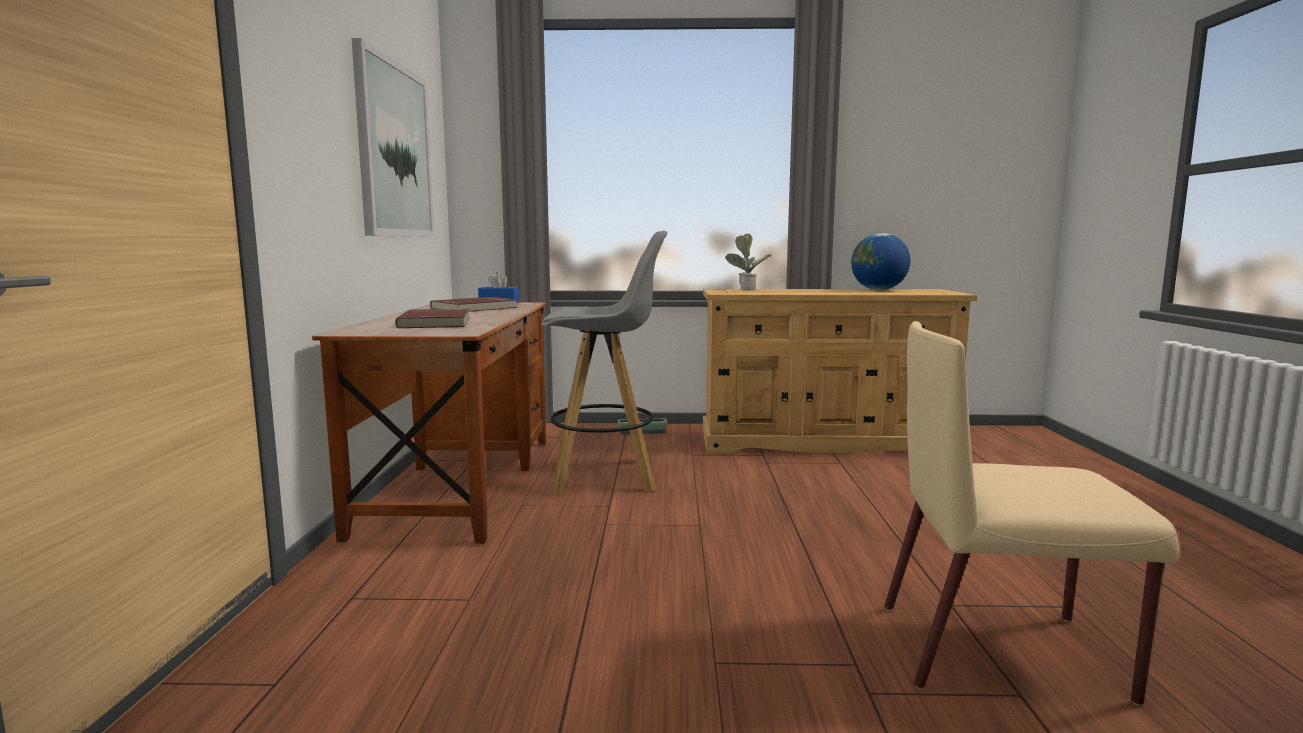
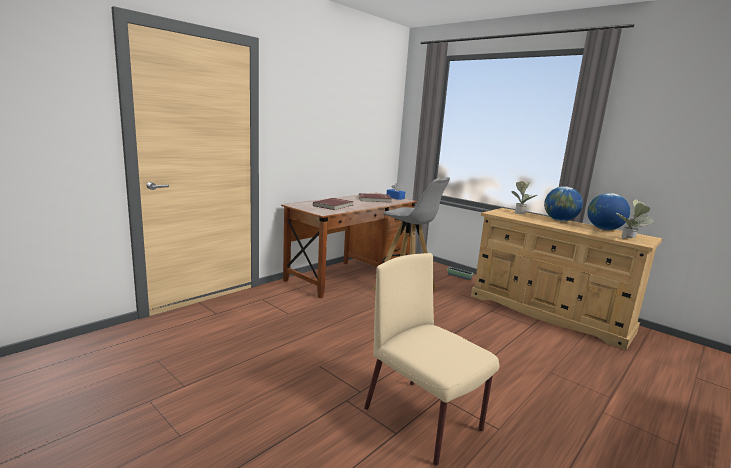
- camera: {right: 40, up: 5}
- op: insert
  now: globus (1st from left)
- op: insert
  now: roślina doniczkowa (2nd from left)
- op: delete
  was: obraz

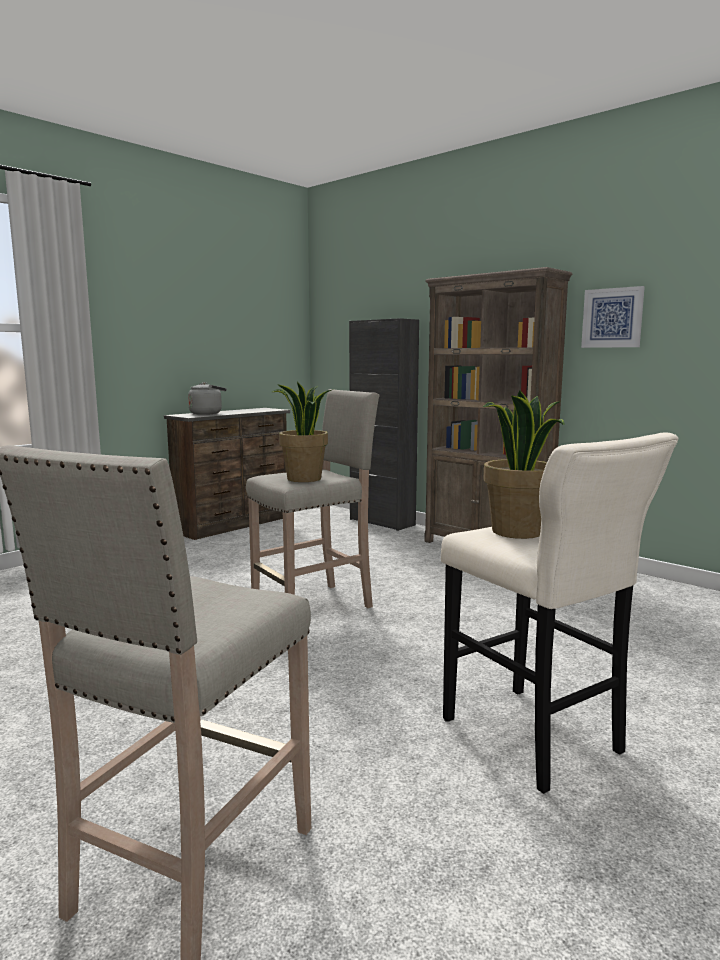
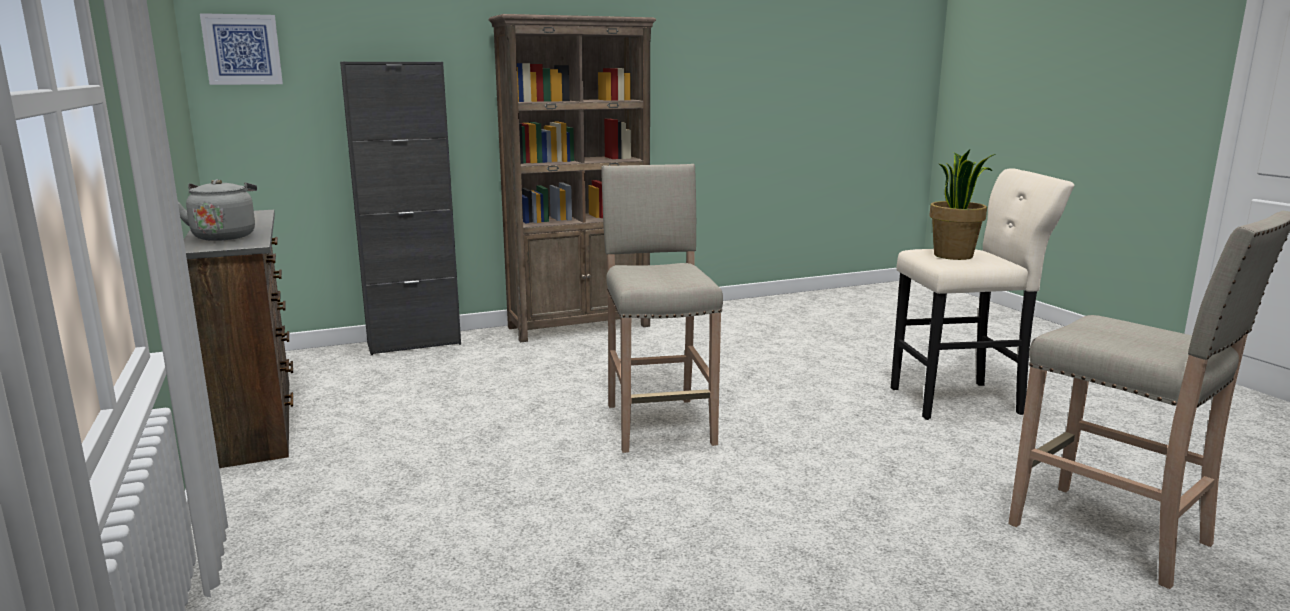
- camera: {right: -65, up: 5}
- op: move
  was: obraz
- op: delete
  was: roślina doniczkowa (1st from left)

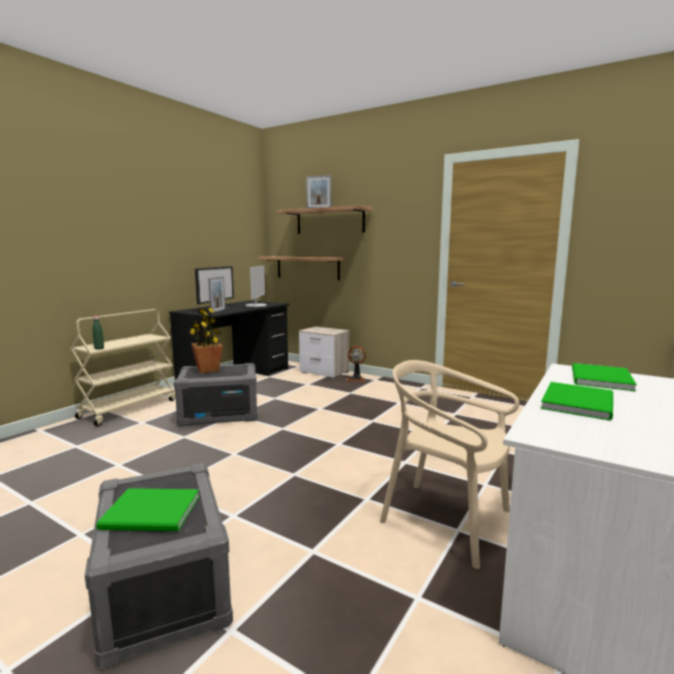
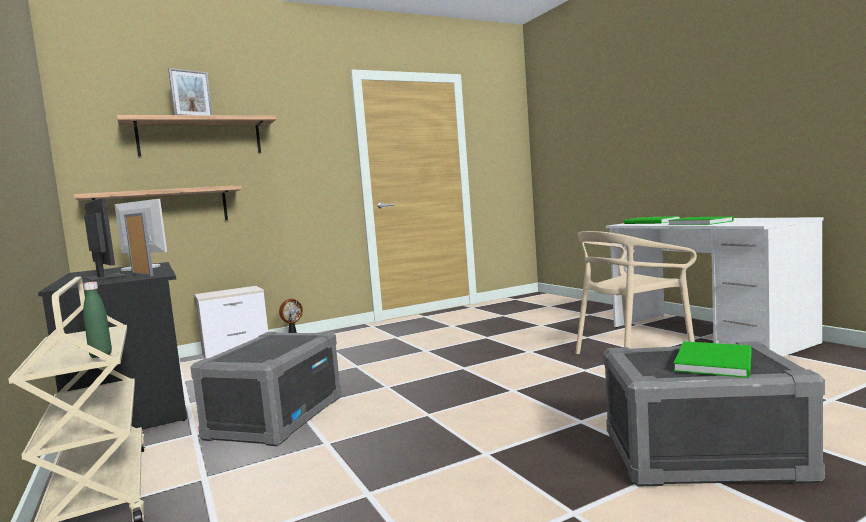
- camera: {right: -60, up: -5}
- op: delete
  was: roślina doniczkowa

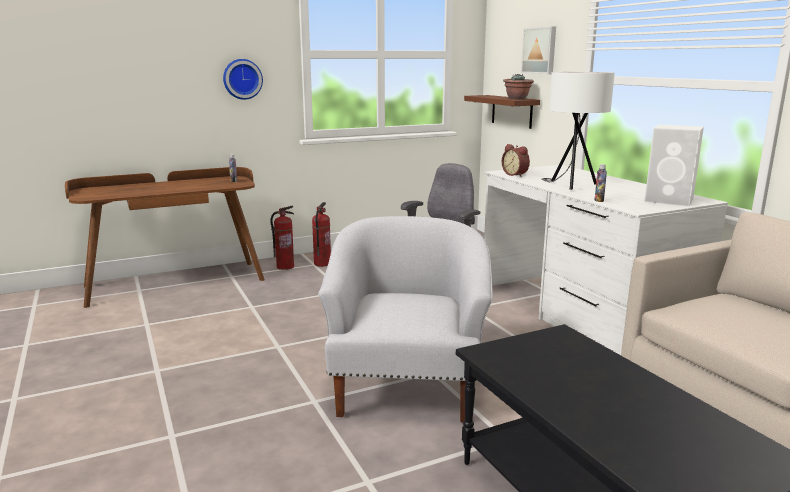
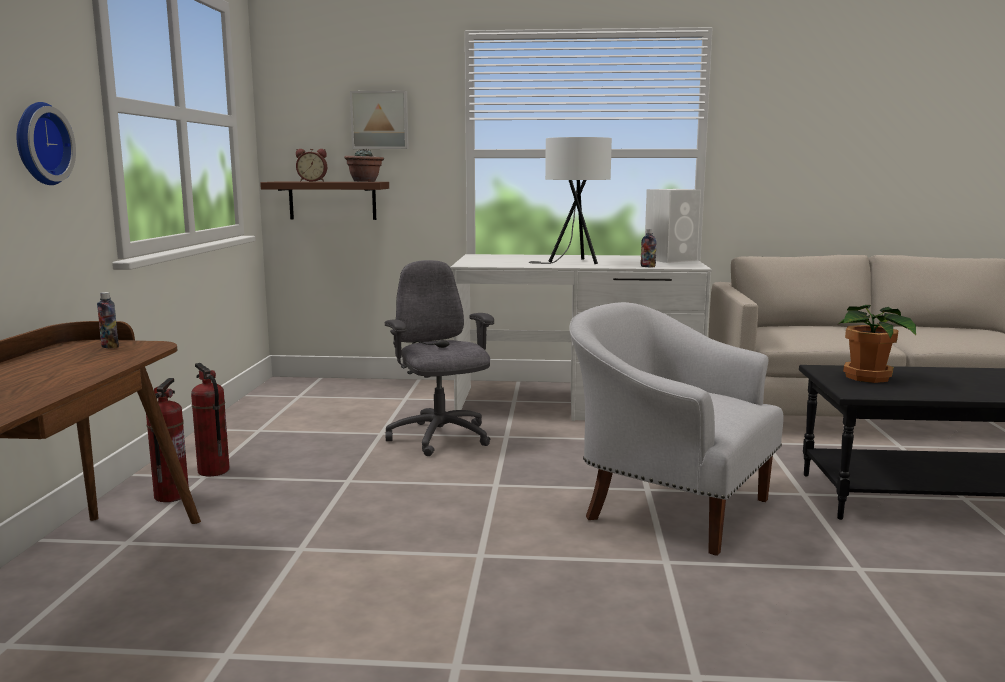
- camera: {right: -60, up: -5}
- op: move
  was: budzik
- op: insert
  now: roślina doniczkowa (2nd from left)

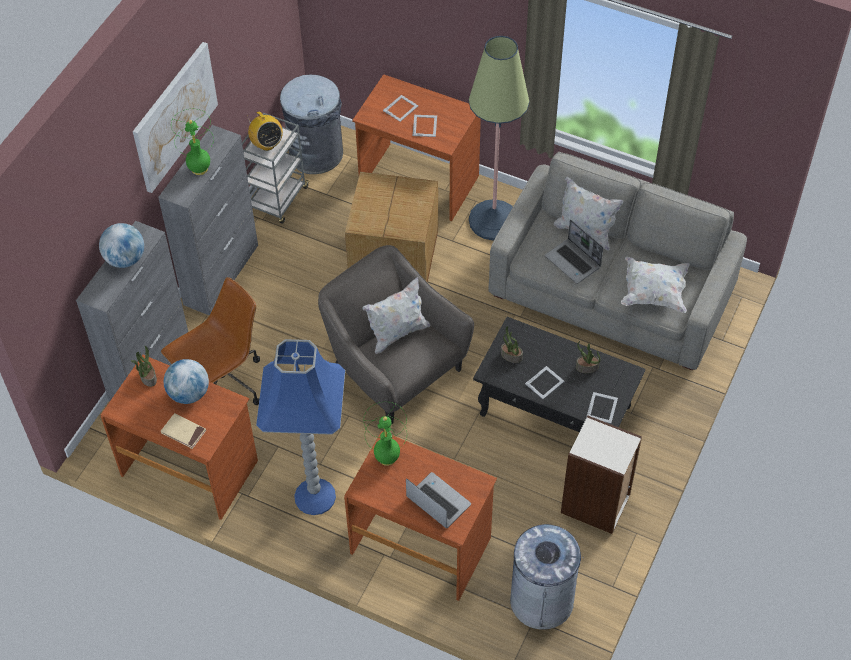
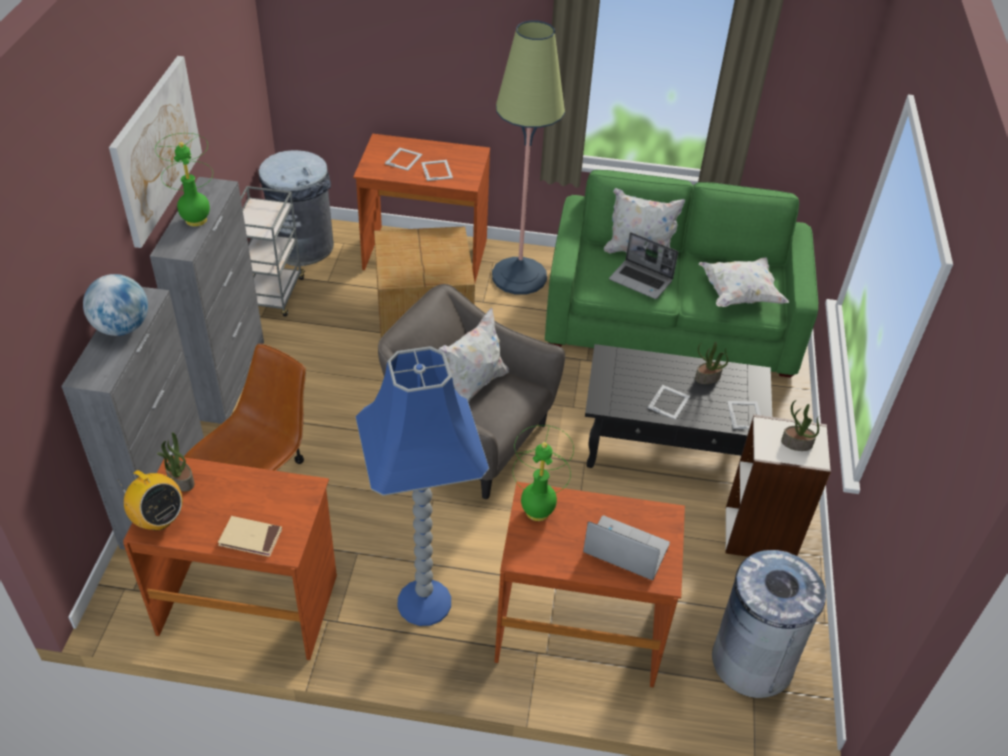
- camera: {right: -20, up: -10}
- op: move
  was: radio
- op: recolor
  was: kanapa/szary
  now: kanapa/zielony
- op: move
  was: roślina doniczkowa (2nd from left in the first image)
  now: roślina doniczkowa (3rd from left)
- op: delete
  was: globus (2nd from left)

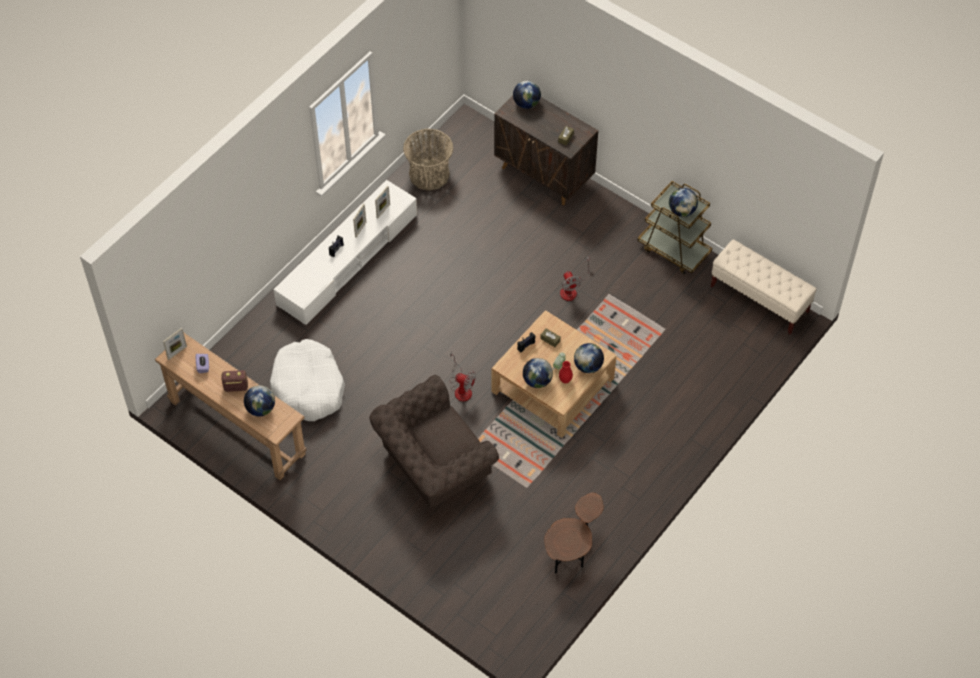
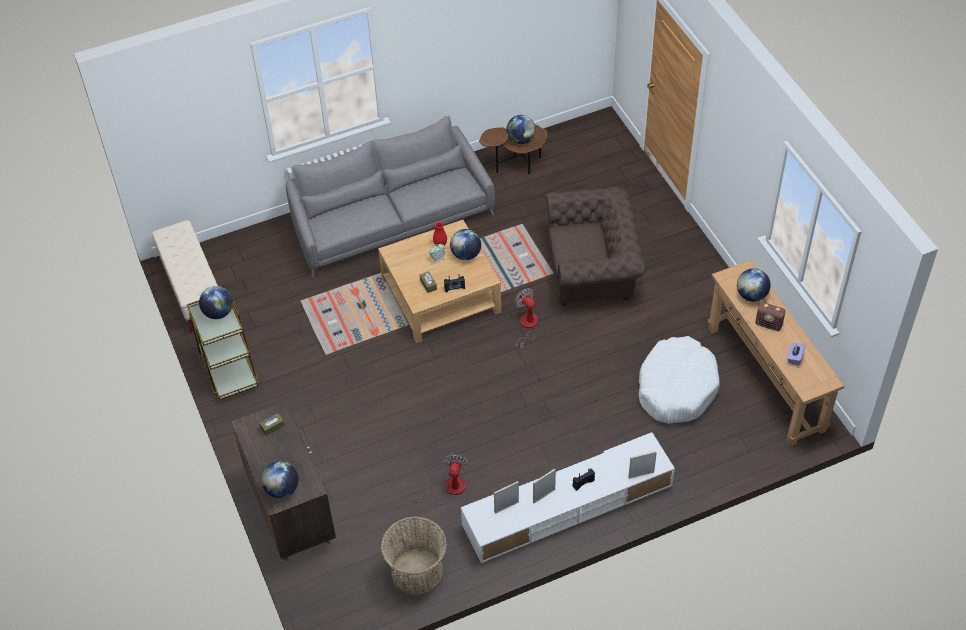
- camera: {right: -150, up: -5}
- op: insert
  now: kanapa/szary
- op: move
  was: wentylator (2nd from left in the first image)
  now: wentylator (1st from left)
- op: move
  was: globus (4th from left)
- op: move
  was: ramka na zdjęcie (1st from left in the first image)
  now: ramka na zdjęcie (3rd from left)

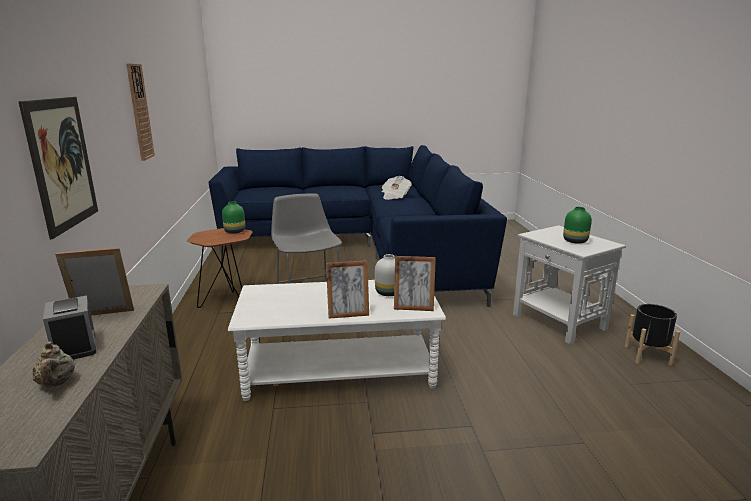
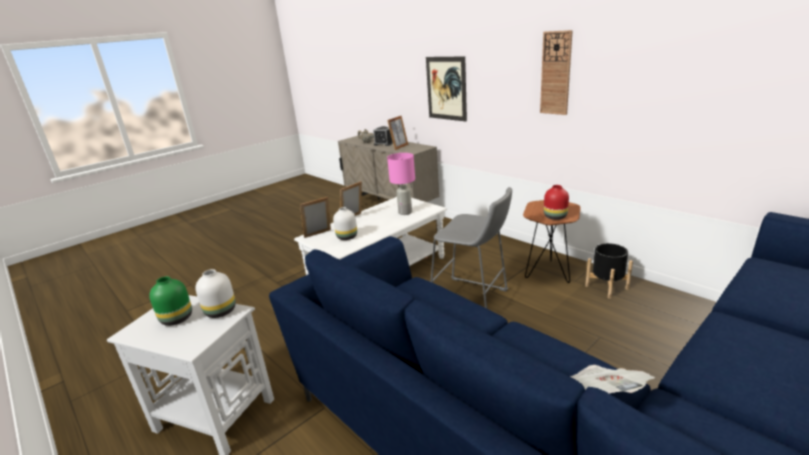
- camera: {right: 145, up: 5}
- op: insert
  now: wazon/biały (1st from left)
- op: insert
  now: lampa stołowa/różowy
- op: recolor
  was: wazon/zielony (1st from left)
  now: wazon/czerwony
- op: move
  was: donica/czarny

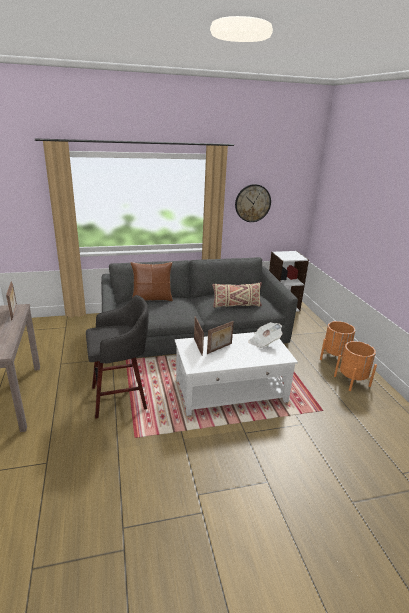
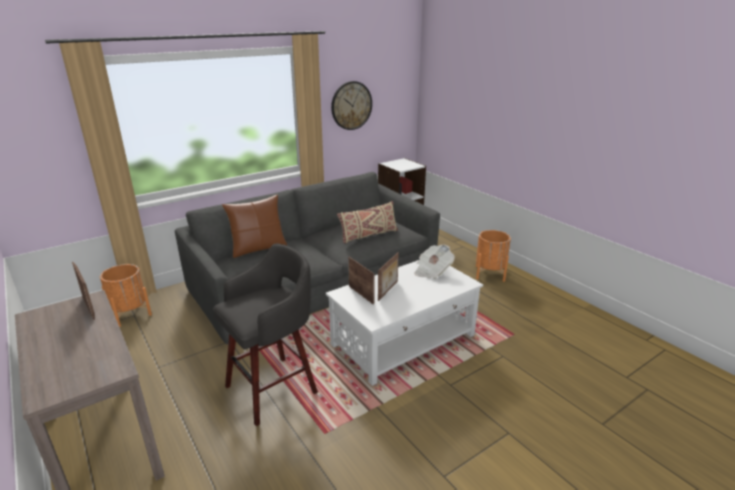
- camera: {right: -20, up: 0}
- op: move
  was: donica/pomarańczowy (2nd from left in the first image)
  now: donica/pomarańczowy (1st from left)

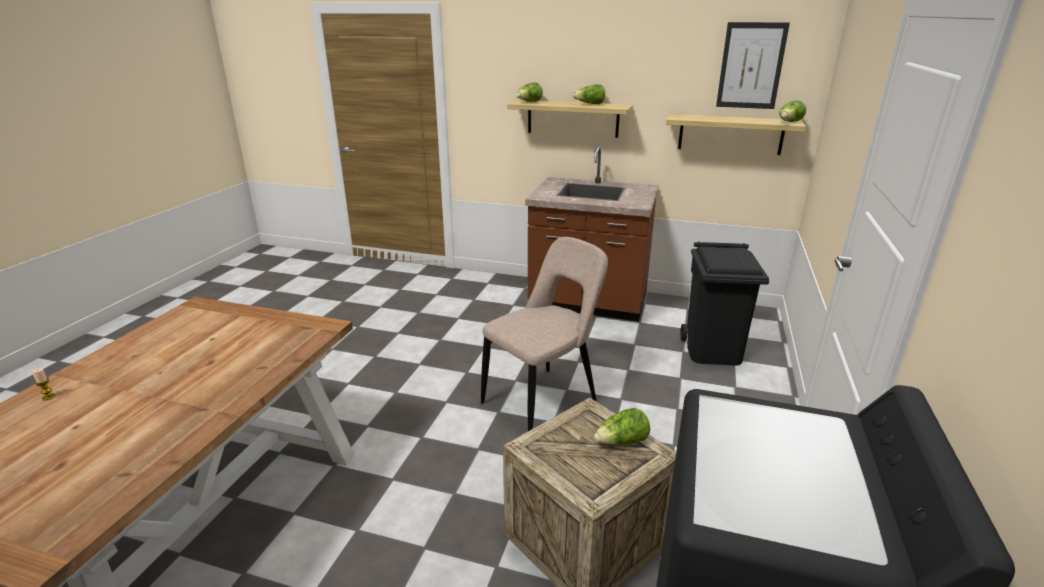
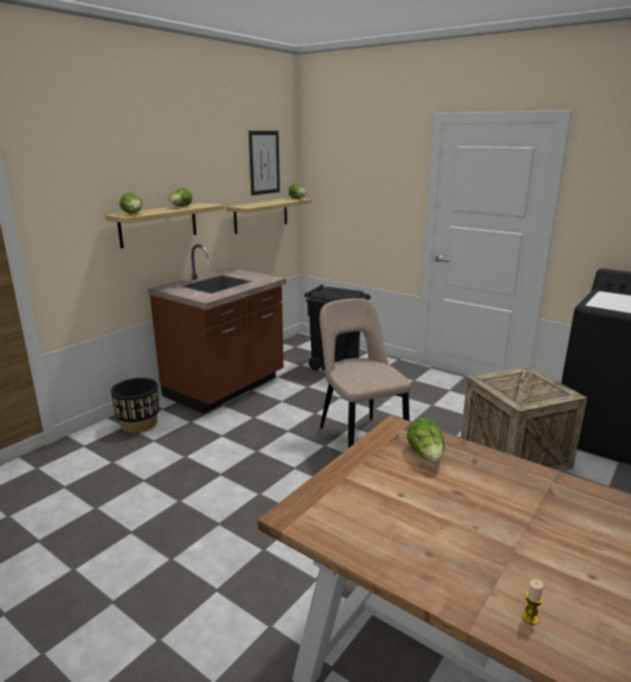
- camera: {right: -70, up: -5}
- op: insert
  now: donica/czarny
- op: move
  was: sałata (3rd from left in the first image)
  now: sałata (4th from left)

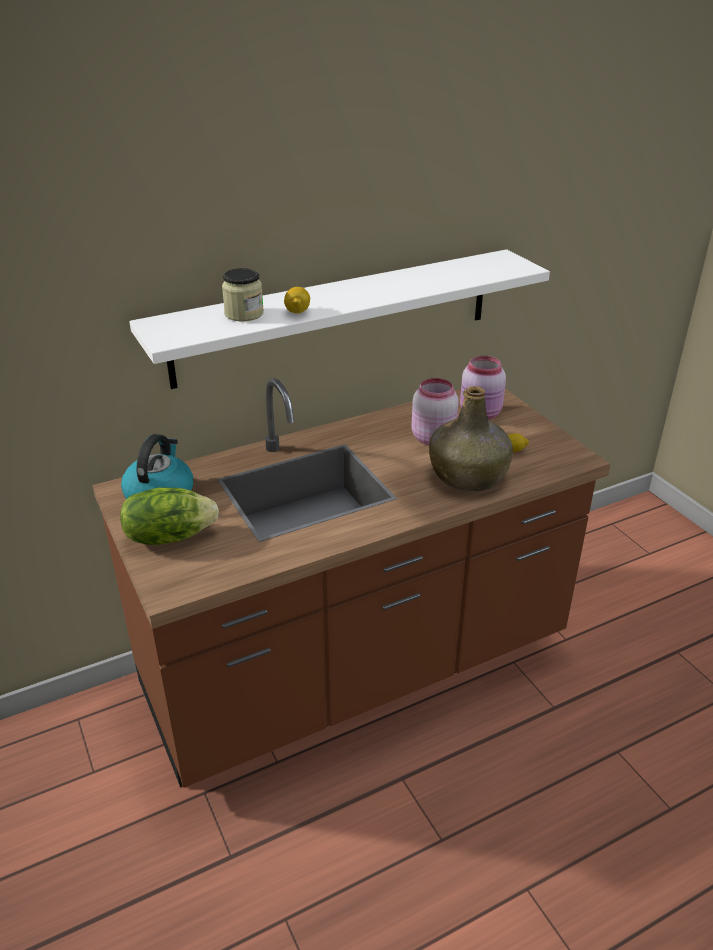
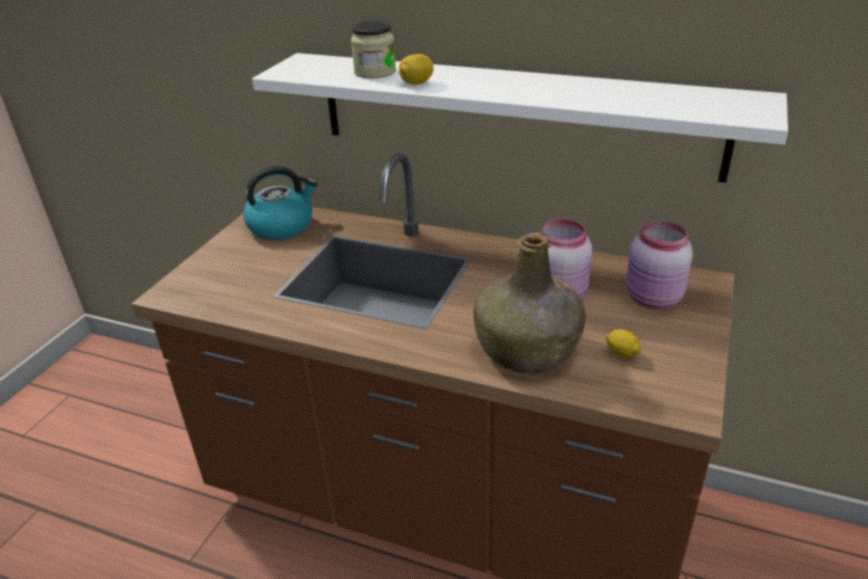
- camera: {right: 50, up: 0}
- op: delete
  was: sałata

